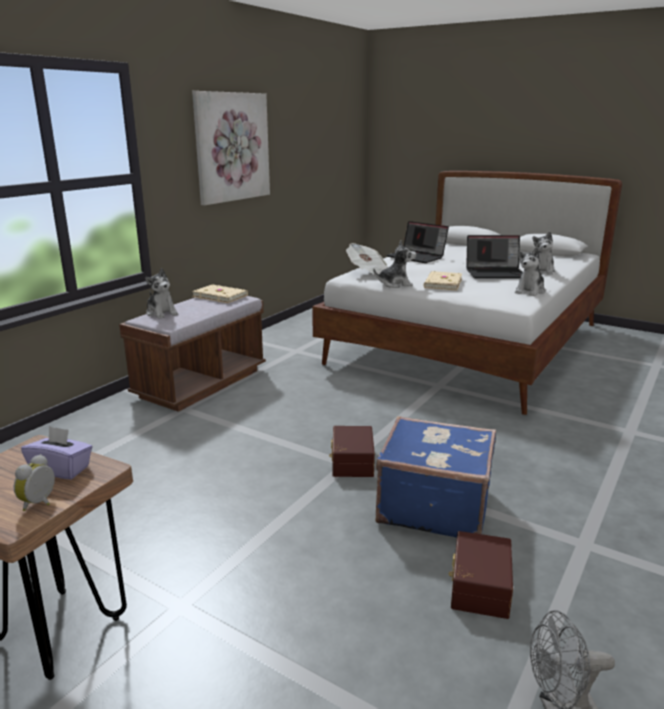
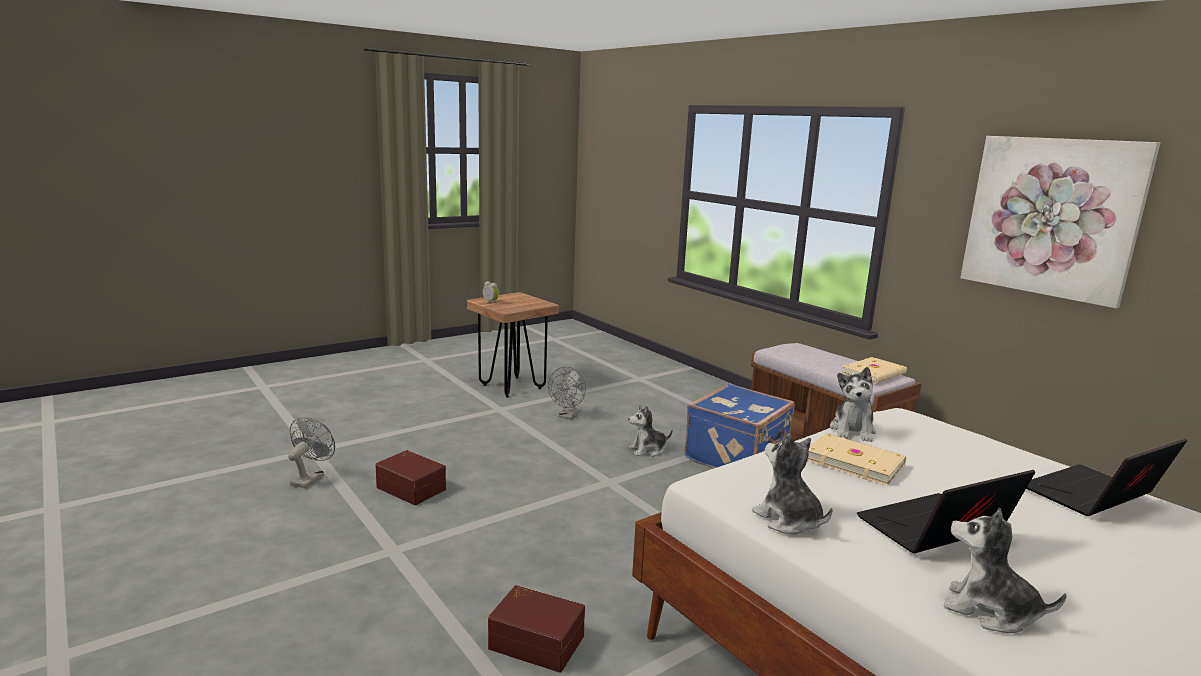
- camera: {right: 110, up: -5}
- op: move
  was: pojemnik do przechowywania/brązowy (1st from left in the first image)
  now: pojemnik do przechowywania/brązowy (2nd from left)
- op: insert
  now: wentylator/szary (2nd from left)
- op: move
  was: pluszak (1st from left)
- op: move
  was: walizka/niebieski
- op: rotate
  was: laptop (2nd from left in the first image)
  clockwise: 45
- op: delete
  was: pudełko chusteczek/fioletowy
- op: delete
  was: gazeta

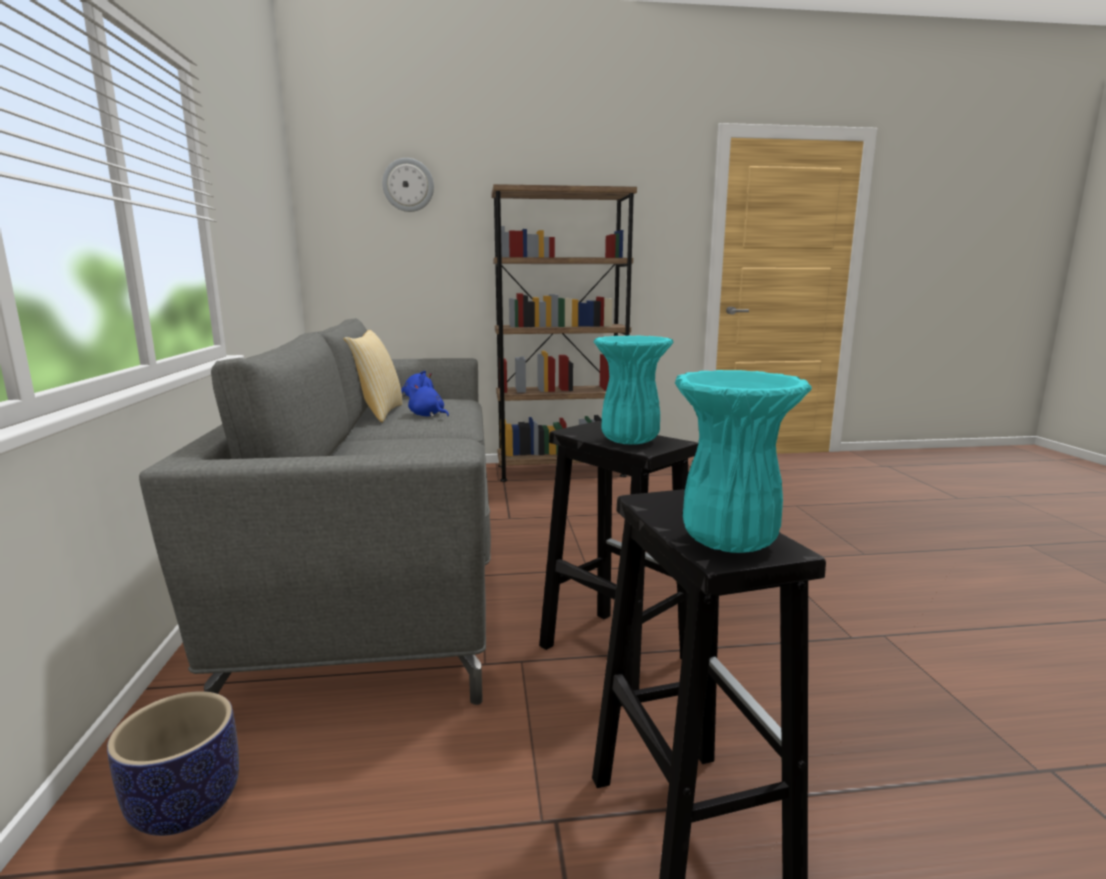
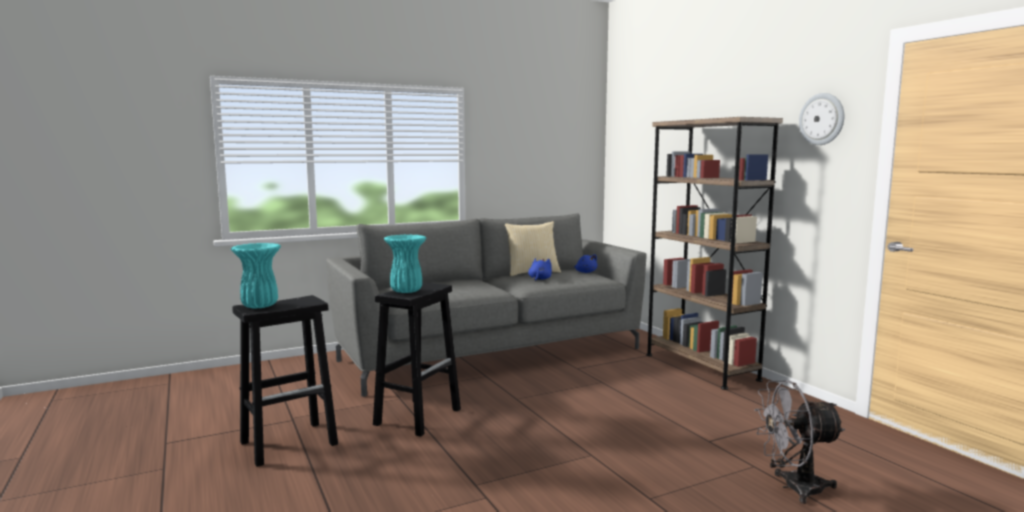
- camera: {right: 70, up: -5}
- op: insert
  now: wentylator/szary
- op: move
  was: zegar ścienny
- op: delete
  was: donica

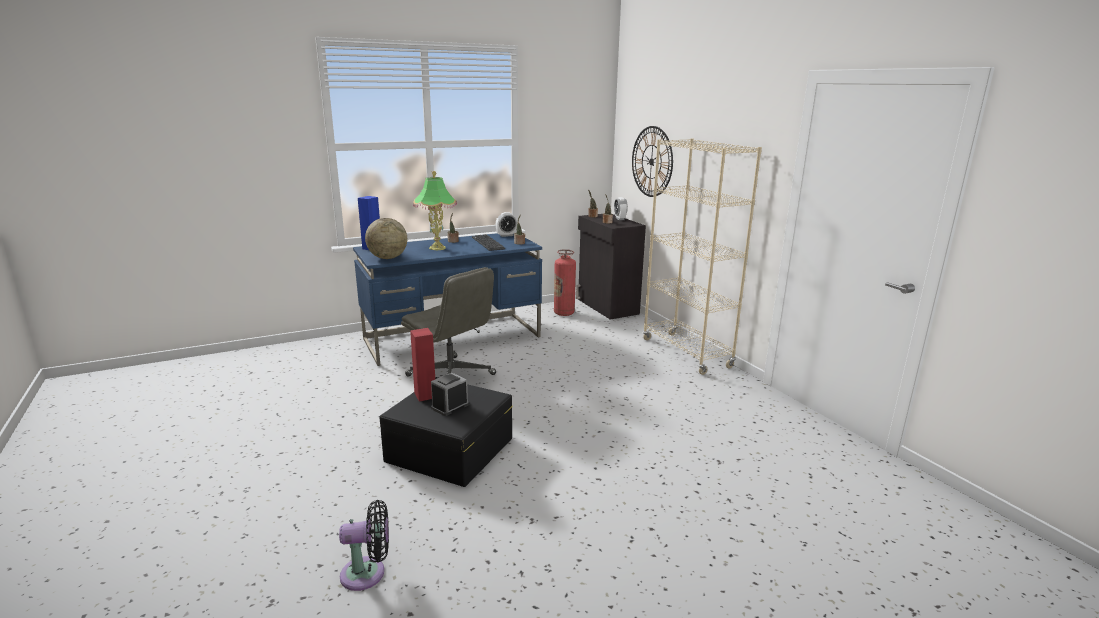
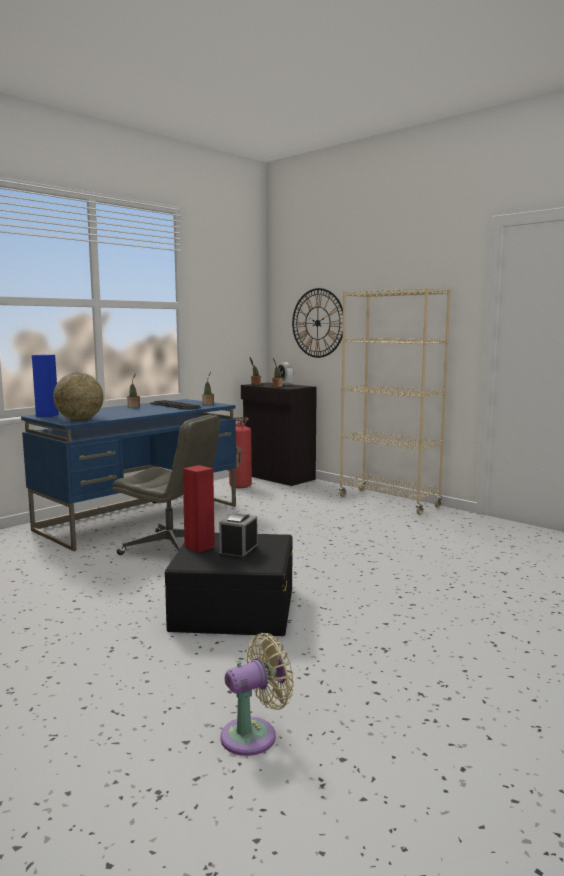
- camera: {right: -20, up: -10}
- op: recolor
  was: wentylator/czarny
  now: wentylator/beżowy
- op: delete
  was: lampa stołowa
- op: delete
  was: budzik (2nd from left)

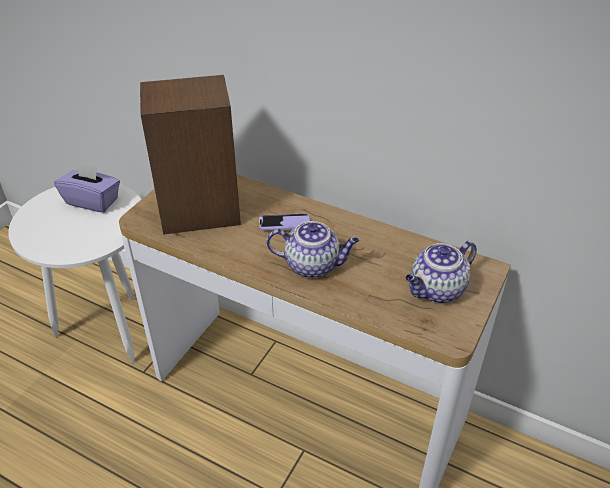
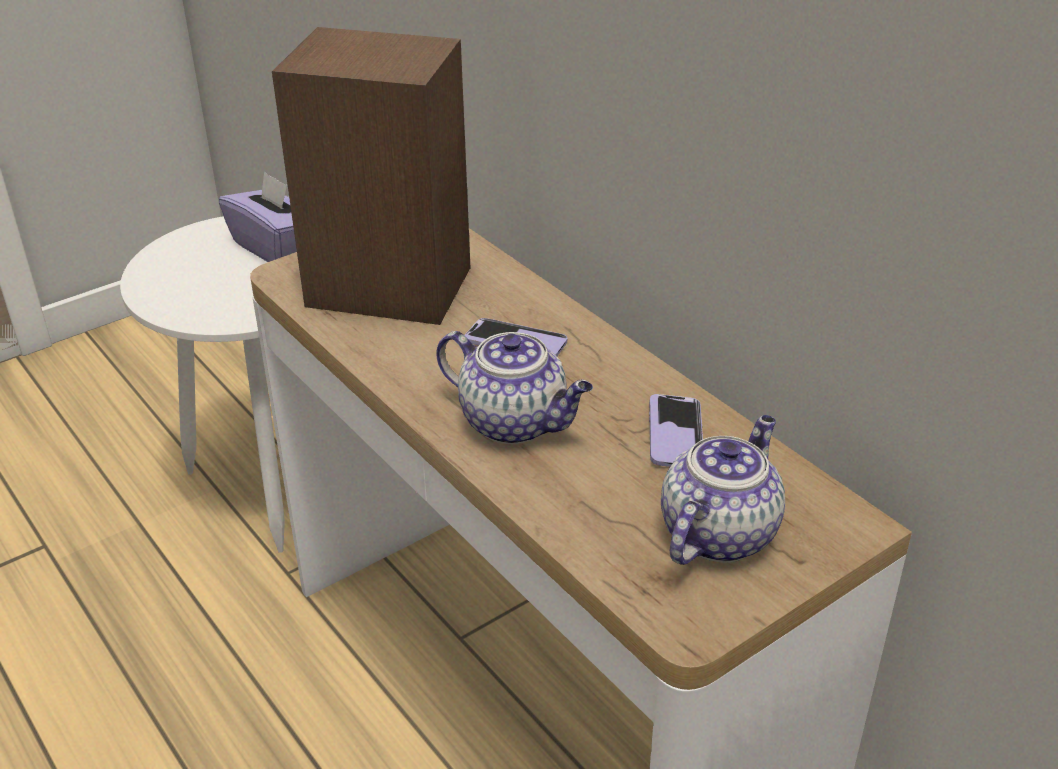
- camera: {right: 25, up: -5}
- op: insert
  now: telefon (2nd from left)
- op: rotate
  was: imbryk (2nd from left)
  clockwise: 135

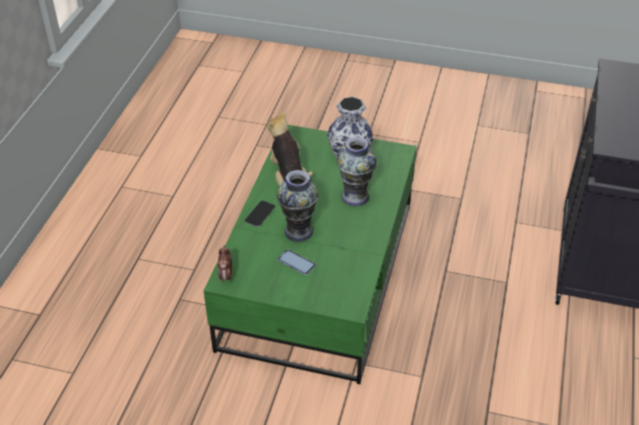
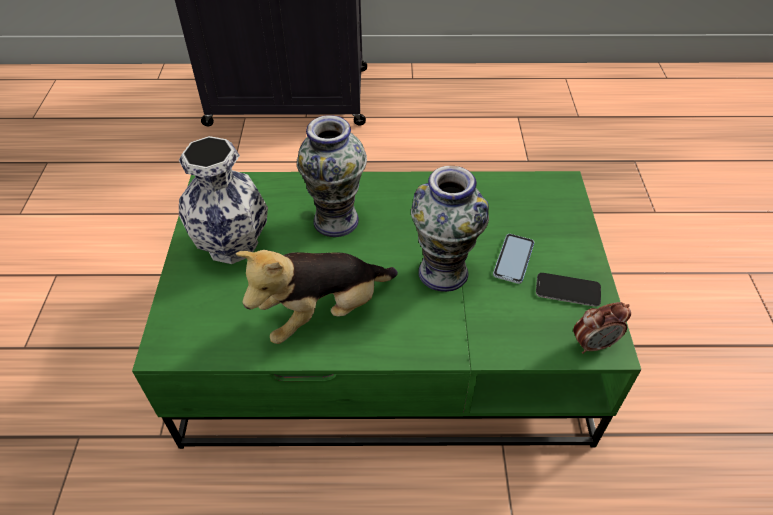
- camera: {right: -105, up: 5}
- op: move
  was: telefon (1st from left in the first image)
  now: telefon (2nd from left)

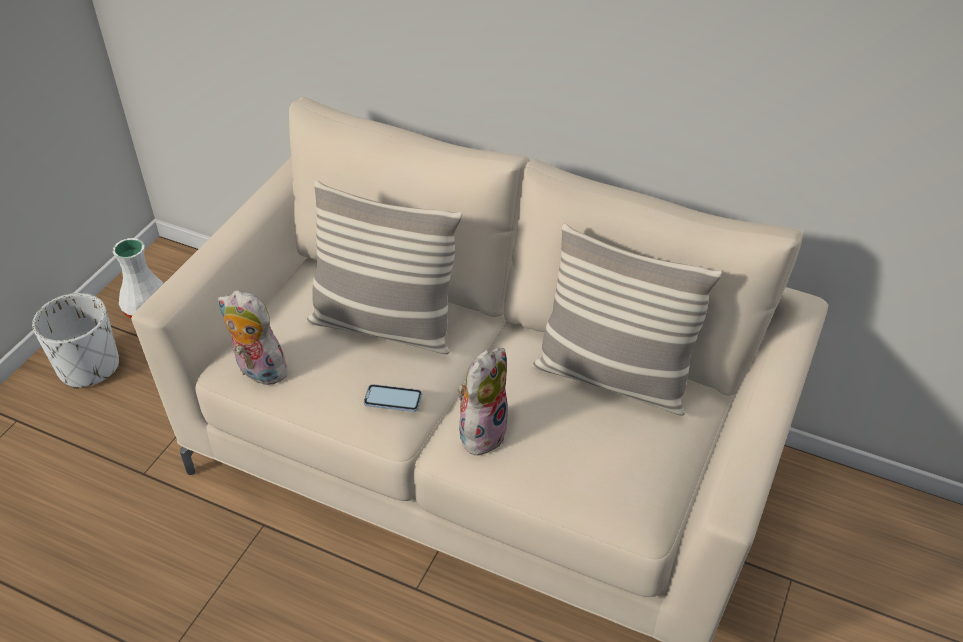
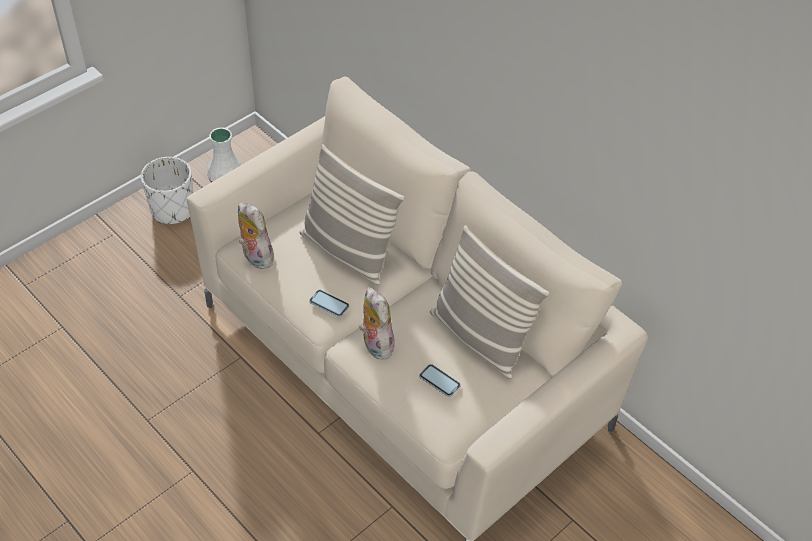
- camera: {right: 20, up: 5}
- op: rotate
  was: pluszak (2nd from left)
  clockwise: -75
- op: insert
  now: telefon (2nd from left)

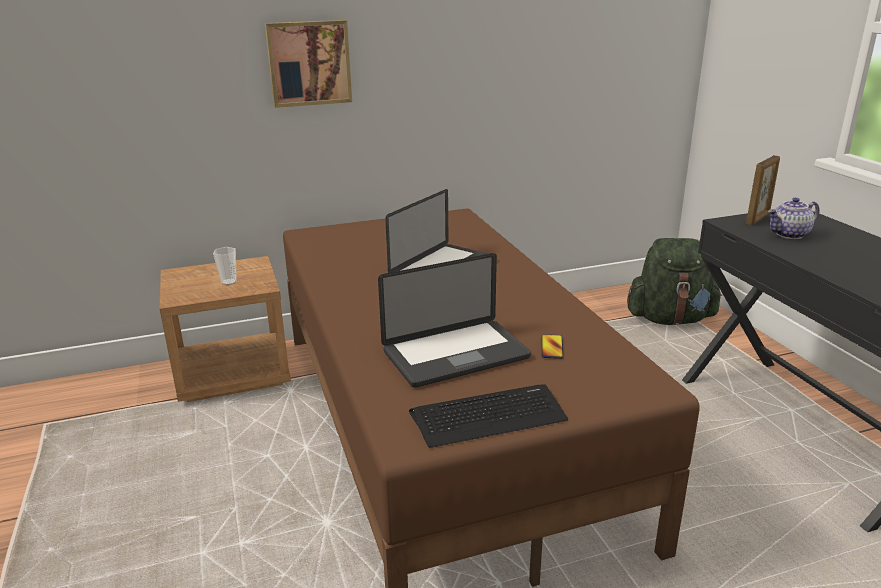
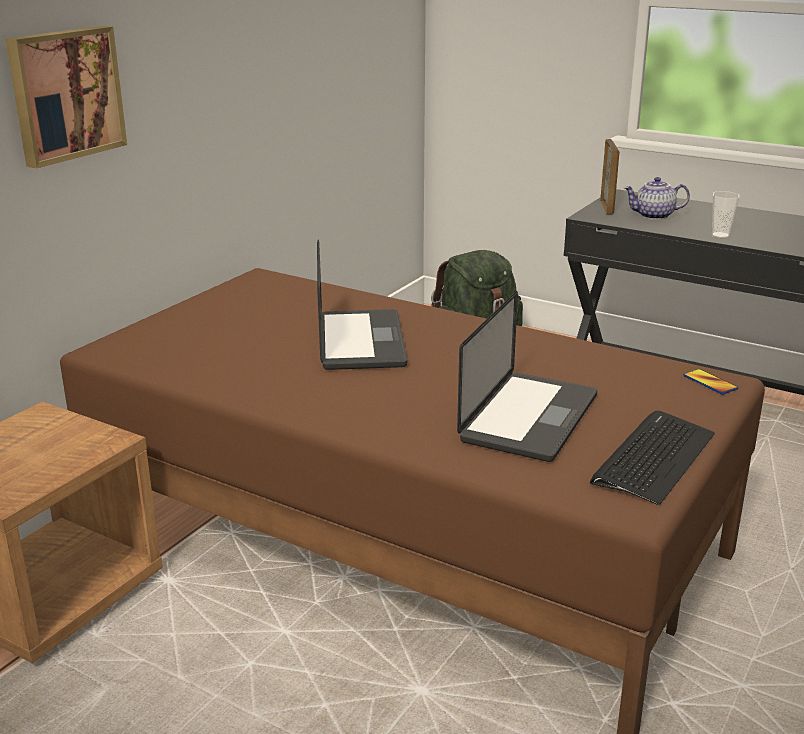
- camera: {right: -40, up: 0}
- op: rotate
  was: imbryk
  clockwise: 60
- op: move
  was: telefon
- op: move
  was: filiżanka

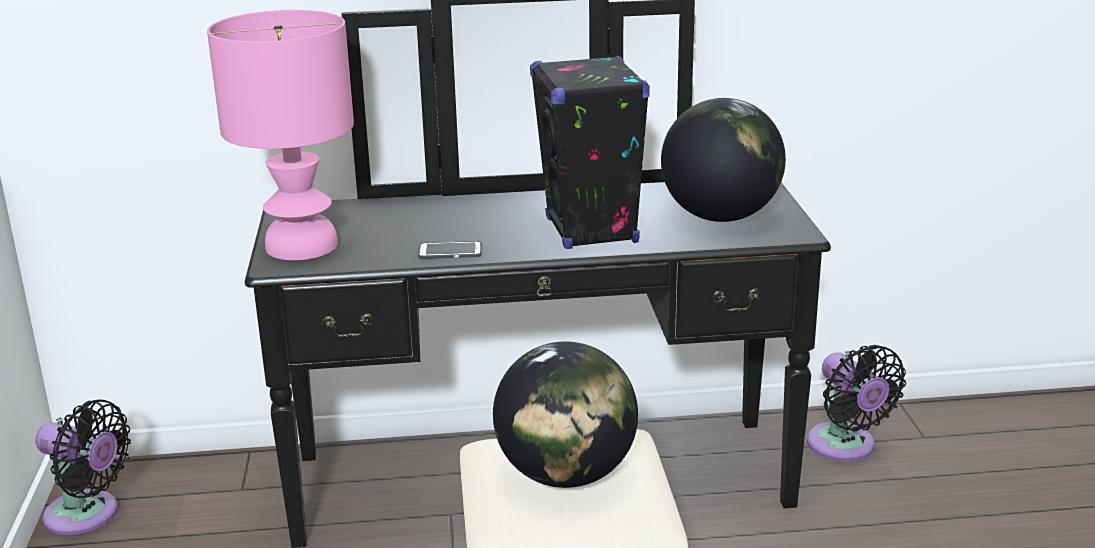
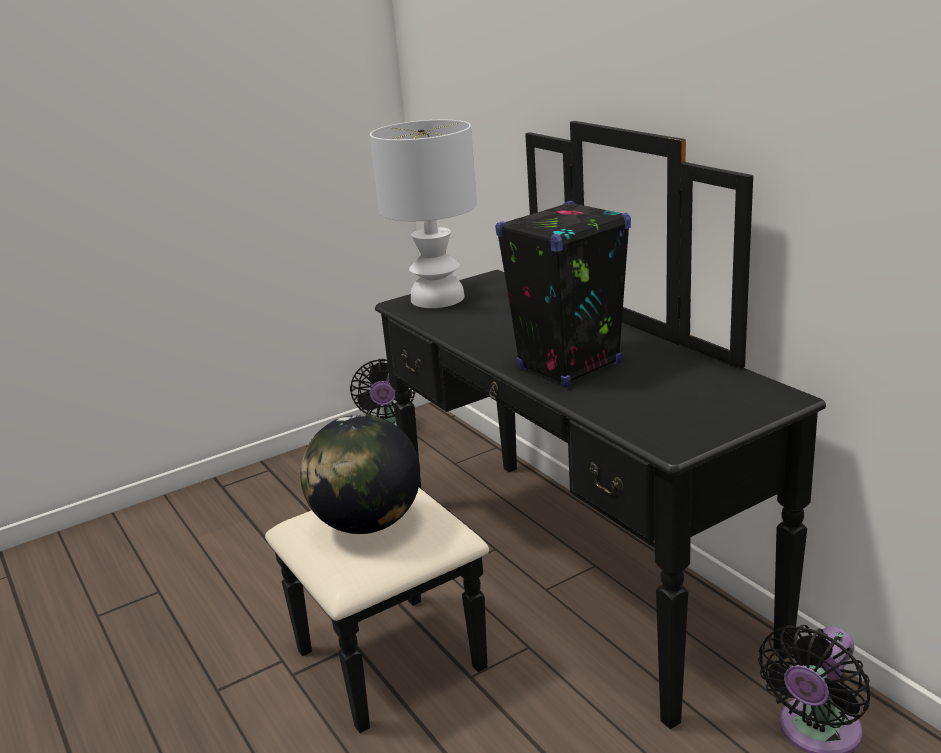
- camera: {right: 65, up: 0}
- op: recolor
  was: lampa stołowa/różowy
  now: lampa stołowa/biały
- op: delete
  was: telefon
- op: delete
  was: globus (2nd from left)

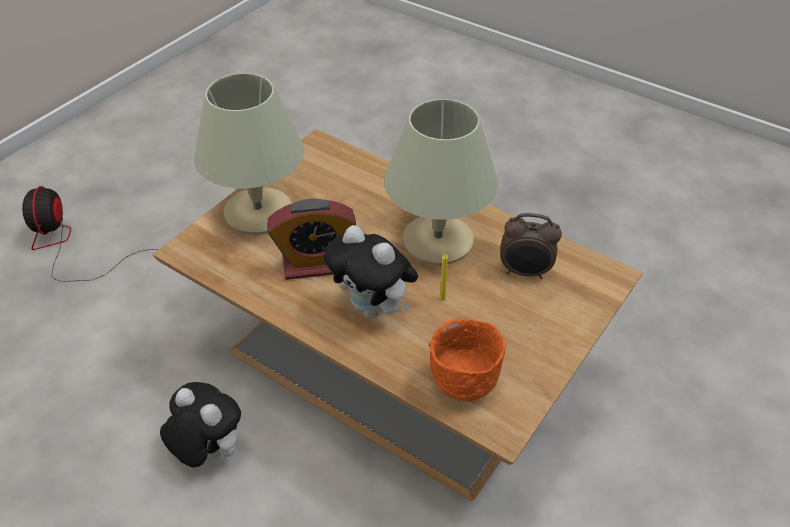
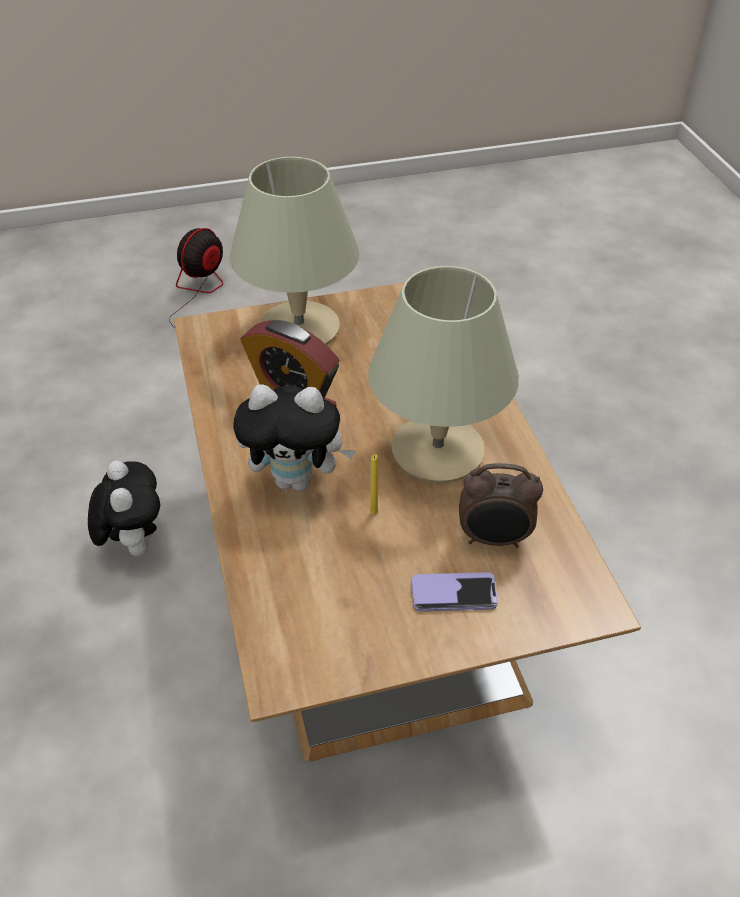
- camera: {right: 40, up: 0}
- op: rotate
  was: pluszak (2nd from left)
  clockwise: -75
- op: insert
  now: telefon
- op: rotate
  was: budzik (2nd from left)
  clockwise: -45
- op: delete
  was: miska/pomarańczowy

